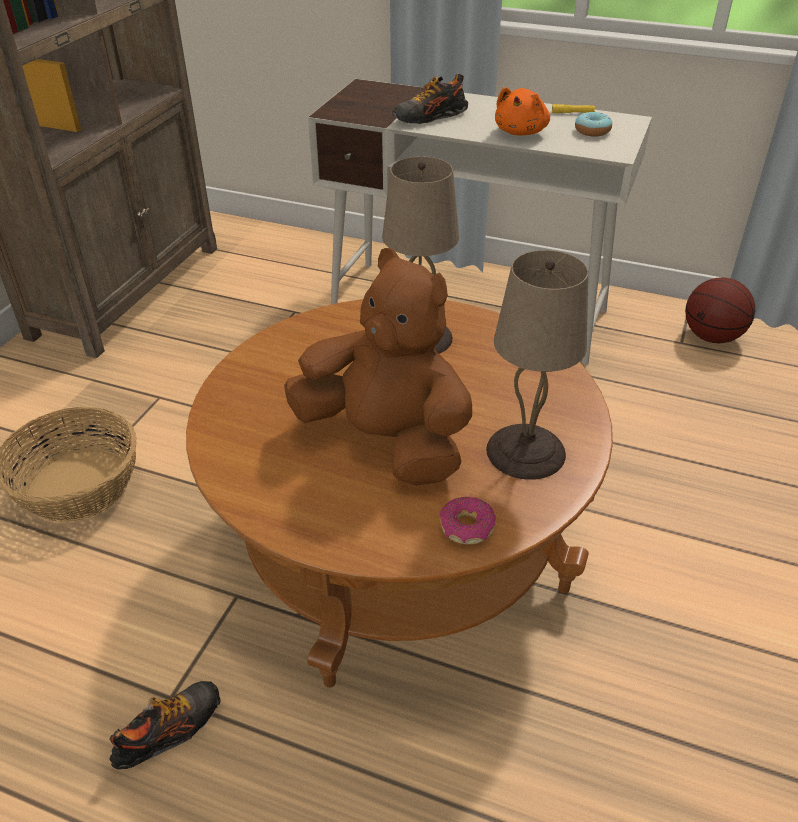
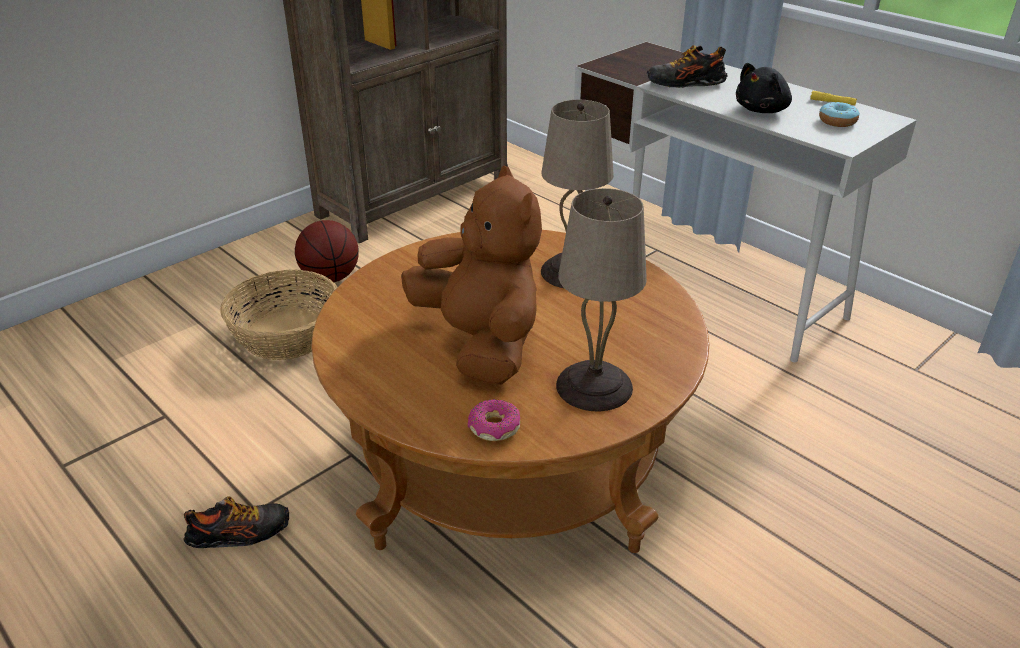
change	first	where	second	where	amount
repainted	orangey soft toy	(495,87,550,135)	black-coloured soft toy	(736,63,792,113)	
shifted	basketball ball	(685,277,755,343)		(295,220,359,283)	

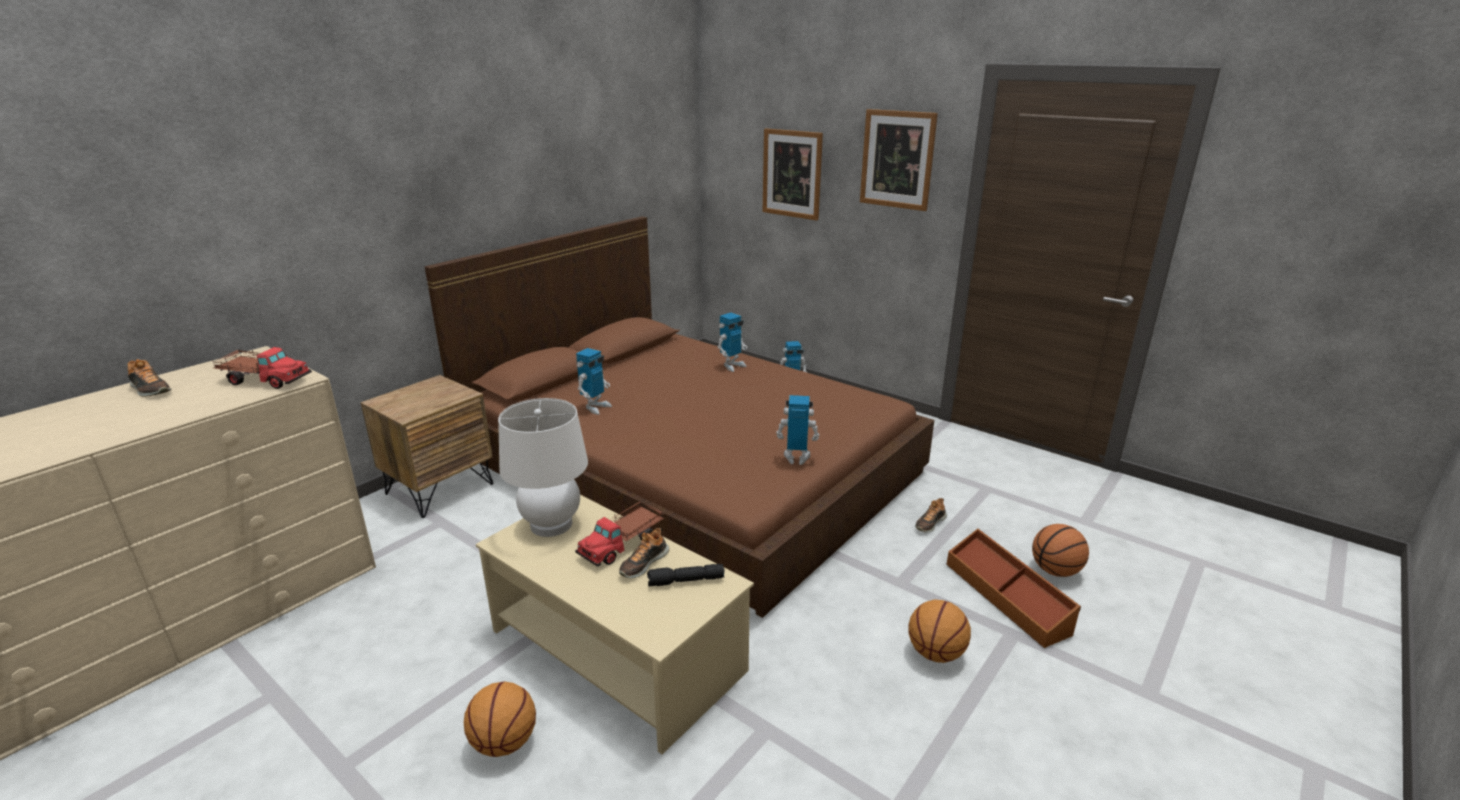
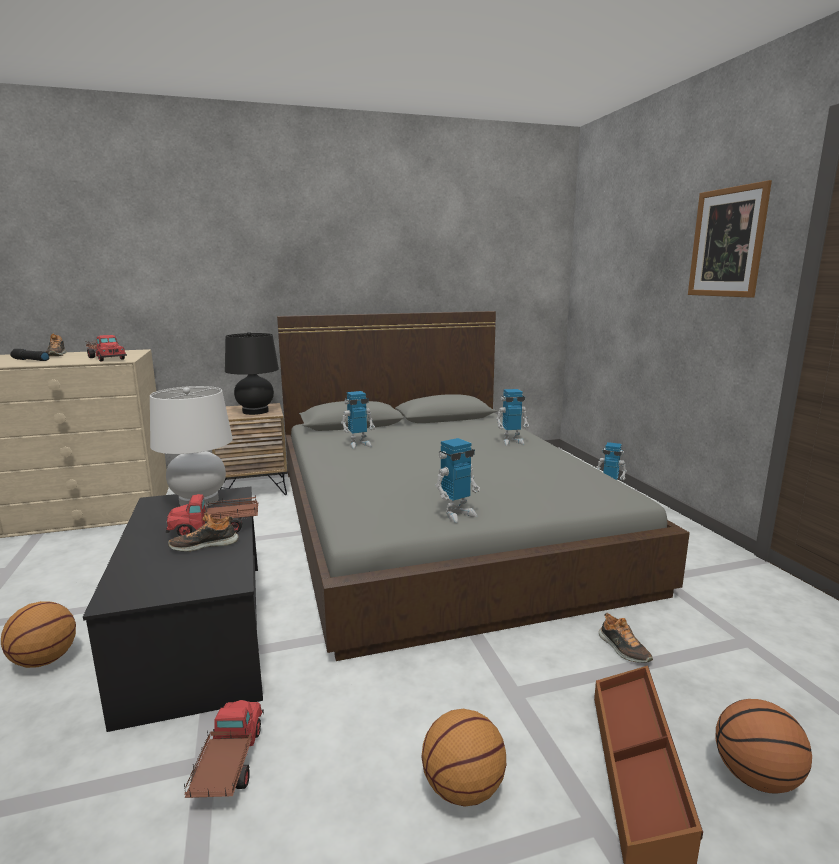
change	first	where	second	where	amount
gone	wall picture	(763,128,823,220)			
repainted	brown-coloured bedroom bed	(425,216,934,618)	grey bedroom bed	(277,311,690,661)	
rotated	model robot	(776,395,820,465)		(435,438,480,523)	105 degrees clockwise
repainted	sand-coloured coffee table	(476,495,754,755)	black-coloured coffee table	(83,487,263,732)	
rotated	shoe	(915,498,947,533)		(599,613,653,663)	105 degrees counterclockwise
shifted	black-coloured flashlight	(647,564,725,586)		(10,349,49,361)	
new			black-coloured table lamp	(225,332,279,415)	
new			toy truck	(184,700,264,798)	

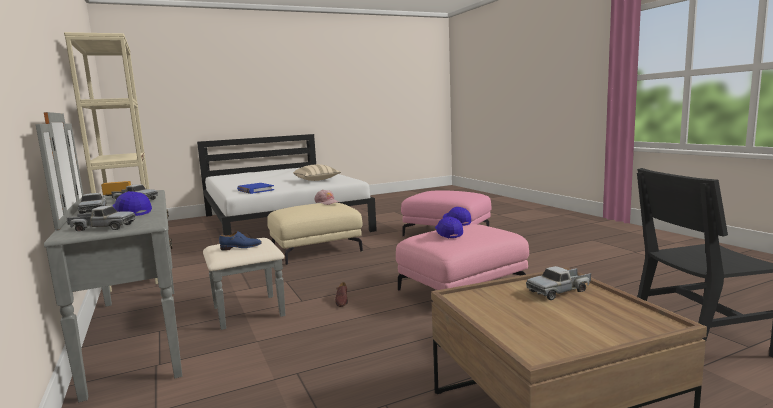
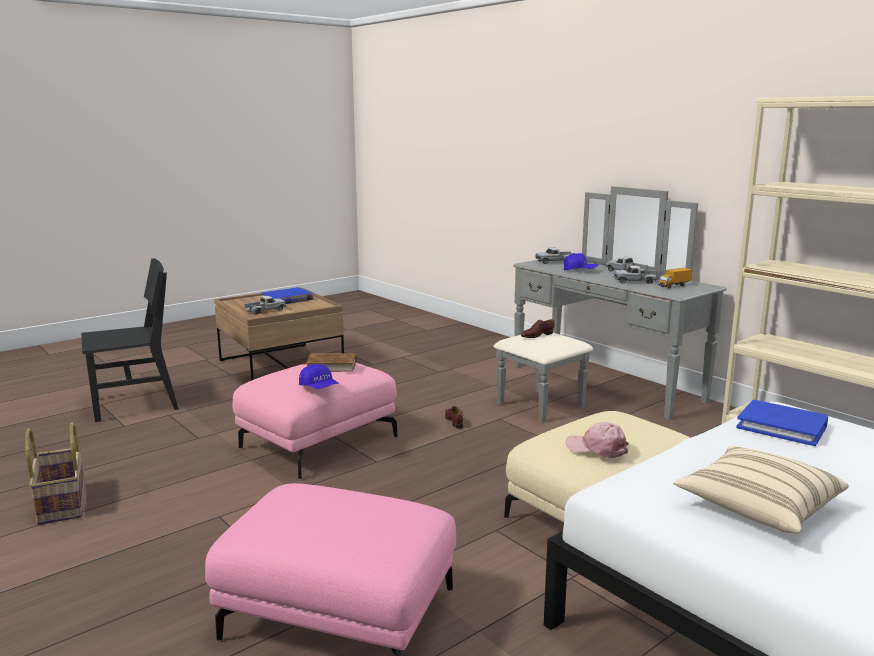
change	first	where	second	where	amount
swapped	bluish baseball cap	(435,217,463,238)	brown-coloured book	(302,354,356,372)	
repainted	bluish shoe	(219,231,262,250)	brown-coloured shoe	(521,319,554,338)	
new			bluish book	(262,287,314,304)	
new			basket	(25,423,85,525)	

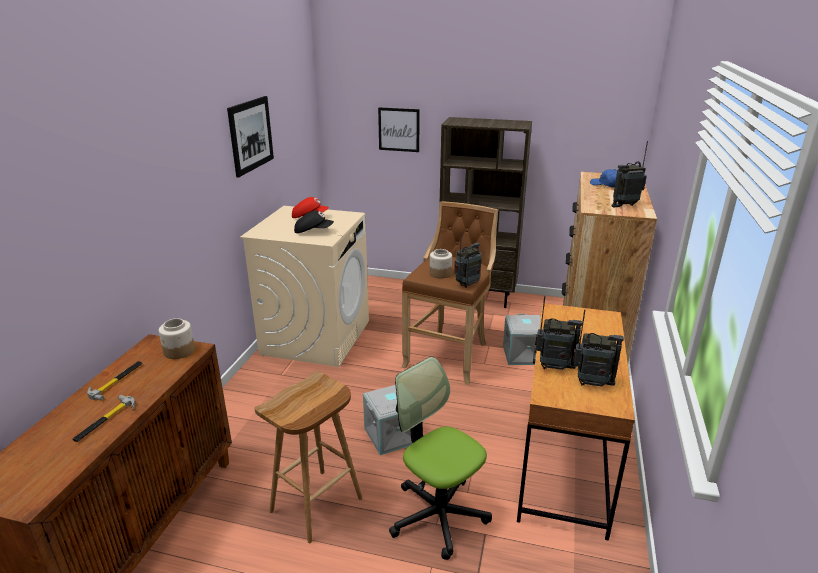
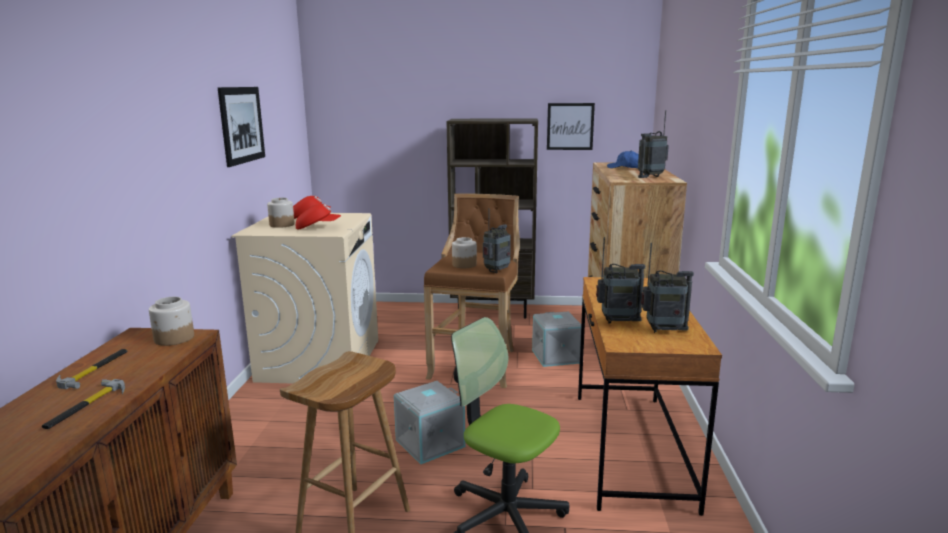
change	first	where	second	where	amount
shifted	wall picture	(378,107,420,152)		(547,103,595,150)	
repainted	black-coloured baseball cap	(294,210,334,233)	reddish baseball cap	(296,204,341,229)	
new			jar	(267,198,295,228)	

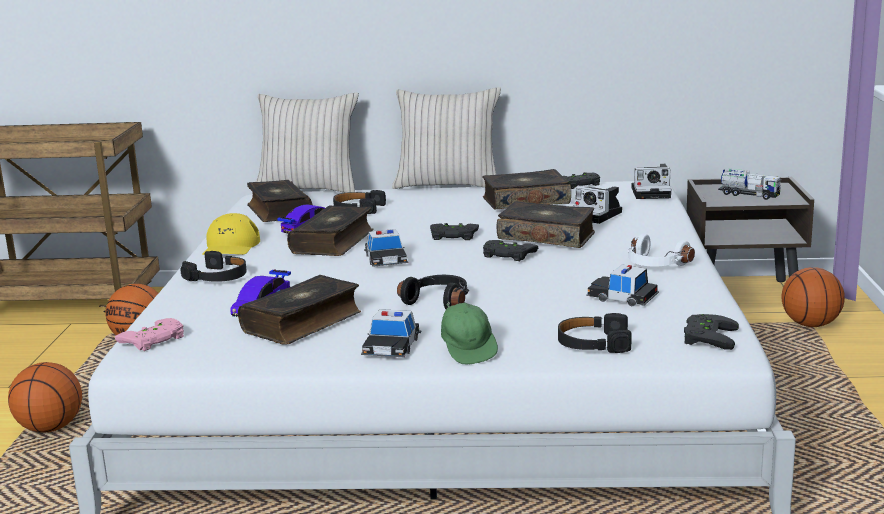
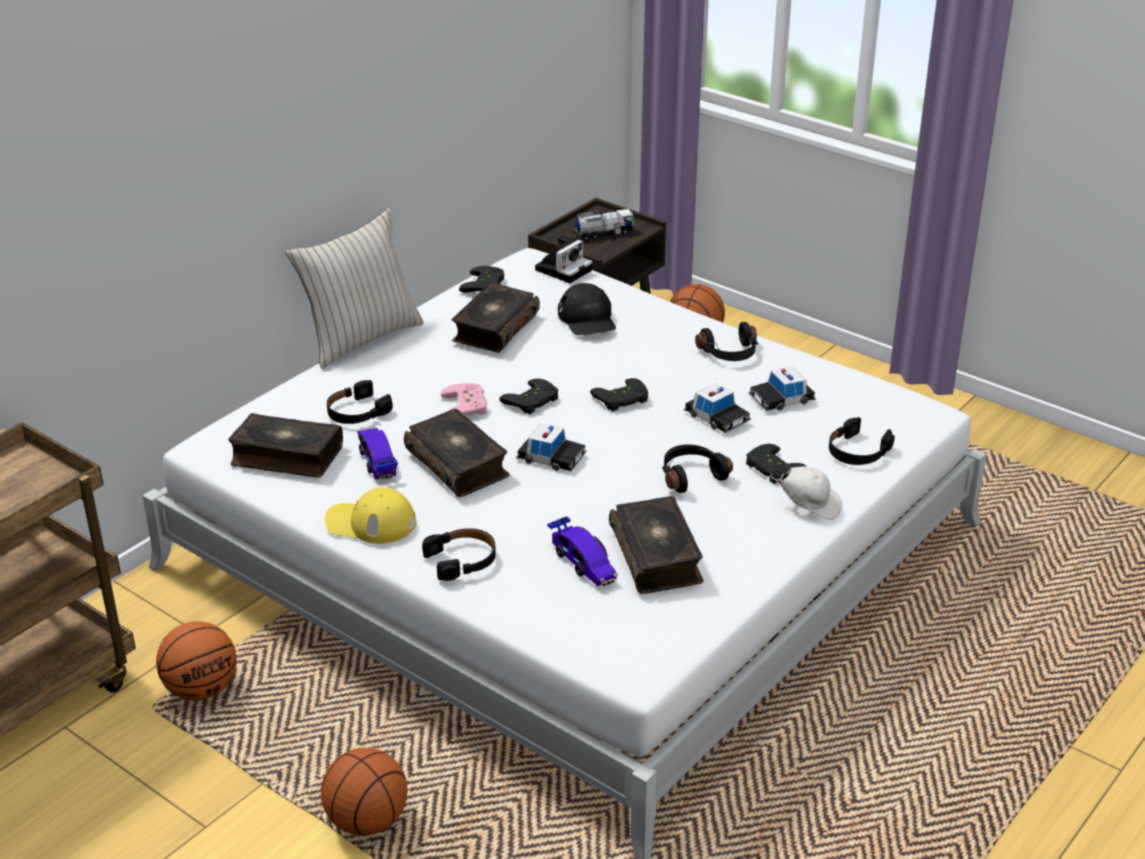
change	first	where	second	where	amount
gone	sand-coloured pillow	(256,92,359,193)			
swapped	still camera	(573,186,622,224)	black-coloured baseball cap	(558,283,616,335)	
gone	book	(496,201,595,248)			
rotated	yellowish baseball cap	(203,213,260,255)		(325,487,416,544)	150 degrees clockwise
repainted	white pair of headphones	(627,234,695,267)	black-coloured pair of headphones	(695,322,758,361)	
repainted	green baseball cap	(441,302,498,365)	white baseball cap	(769,466,842,520)	
shifted	toy car	(361,309,421,357)		(684,383,751,433)	
shifted	black-coloured gamepad	(684,314,739,350)		(746,444,806,484)	
shifted	pinkish gamepad	(115,318,184,351)		(441,383,487,416)	

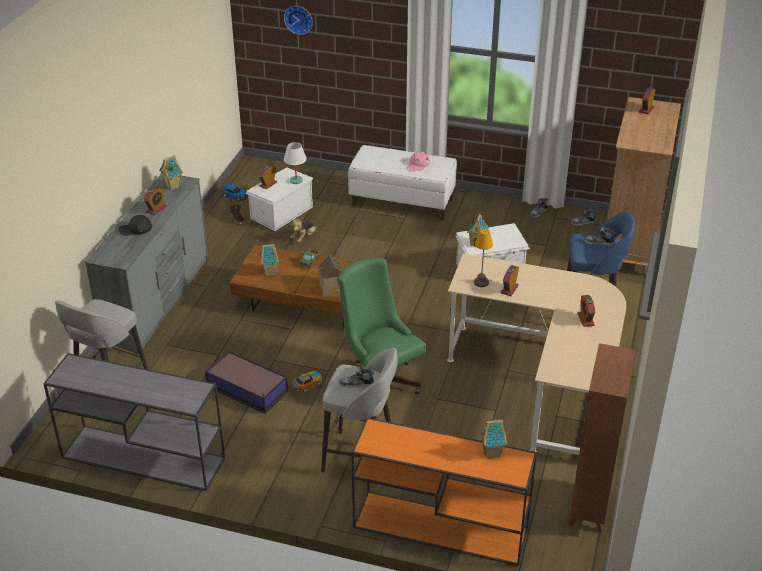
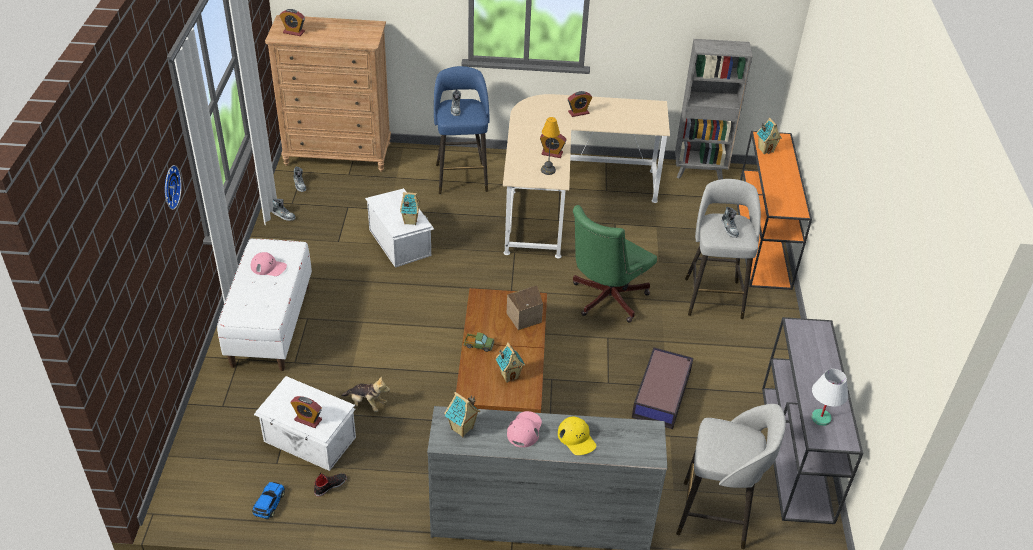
change	first	where	second	where	amount
shifted	clock on the wall	(284,6,313,35)		(165,165,182,210)	
shifted	white table lamp	(284,142,307,184)		(811,369,848,426)	
swapped	table clock	(144,187,166,215)	pinkish baseball cap	(507,411,542,448)	
repainted	black-coloured baseball cap	(118,215,152,236)	yellowish baseball cap	(558,417,596,455)	
repainted	brown-coloured bookcase	(567,343,635,533)	grey bookcase	(675,39,753,180)	
gone	toy car	(292,371,322,393)			

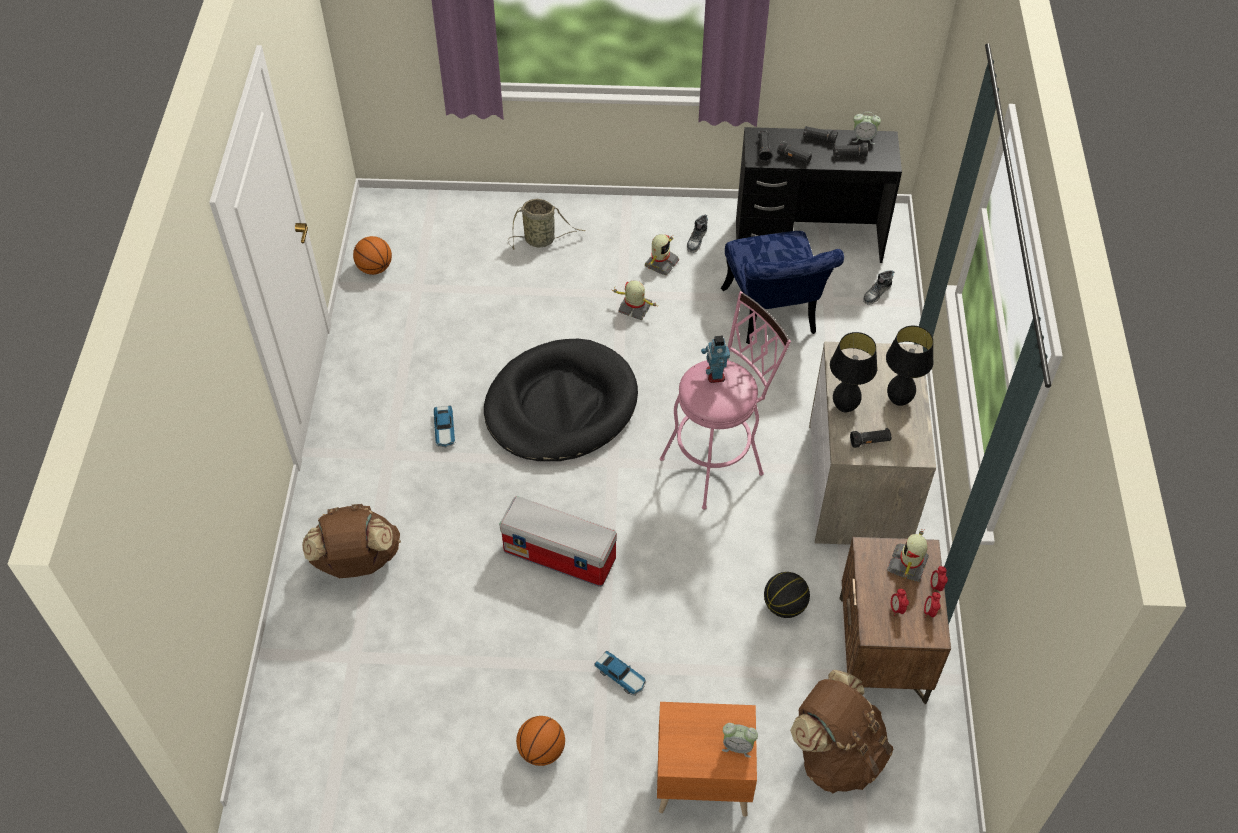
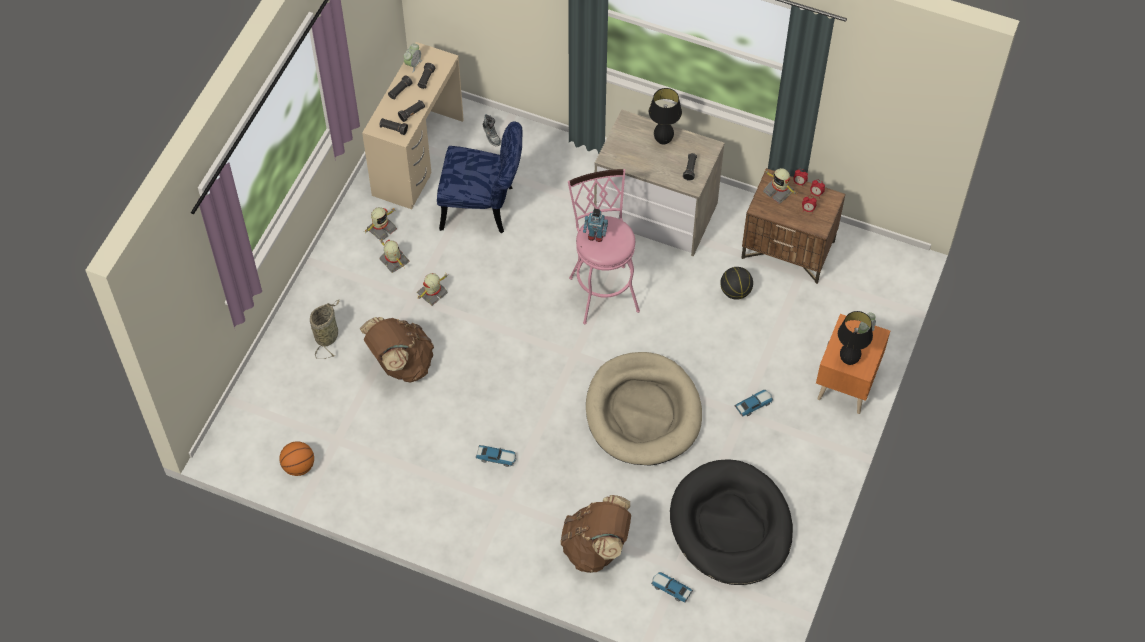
change	first	where	second	where	amount
repainted	black-coloured desk table	(736,127,902,263)	sand-coloured desk table	(362,42,464,209)	
swapped	shoe	(687,215,708,253)	model robot	(363,207,397,241)	
shifted	black-coloured table lamp	(830,332,877,412)		(838,311,873,365)	
shifted	black-coloured dog bed	(484,339,638,461)		(670,459,793,585)	
swapped	storage container	(499,496,617,587)	sand-coloured dog bed	(586,352,702,466)	
shifted	brown-coloured backpack	(790,670,894,794)		(360,317,434,383)	
gone	basketball ball	(516,716,565,766)			
new			toy car	(651,572,693,603)	

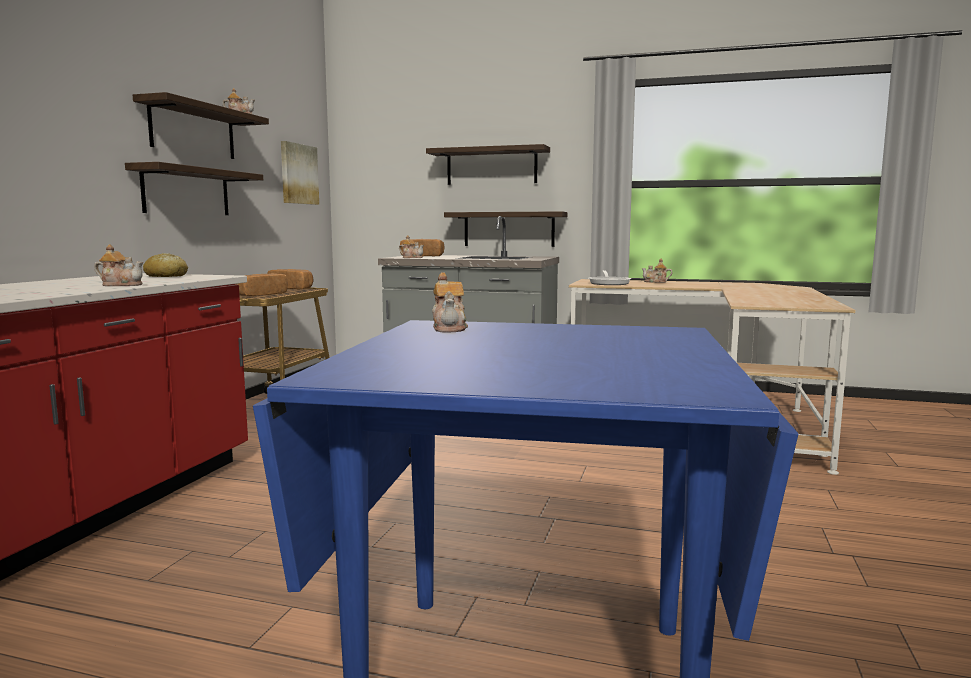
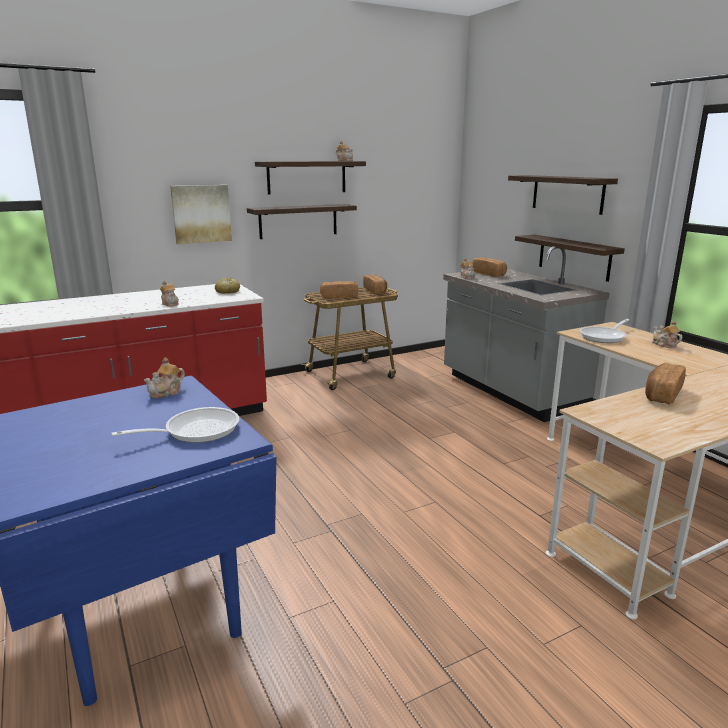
change	first	where	second	where	amount
shifted	wall picture	(281,141,319,205)		(170,185,232,244)	
new			bread	(645,363,686,405)	
new			pan	(111,407,239,443)	

